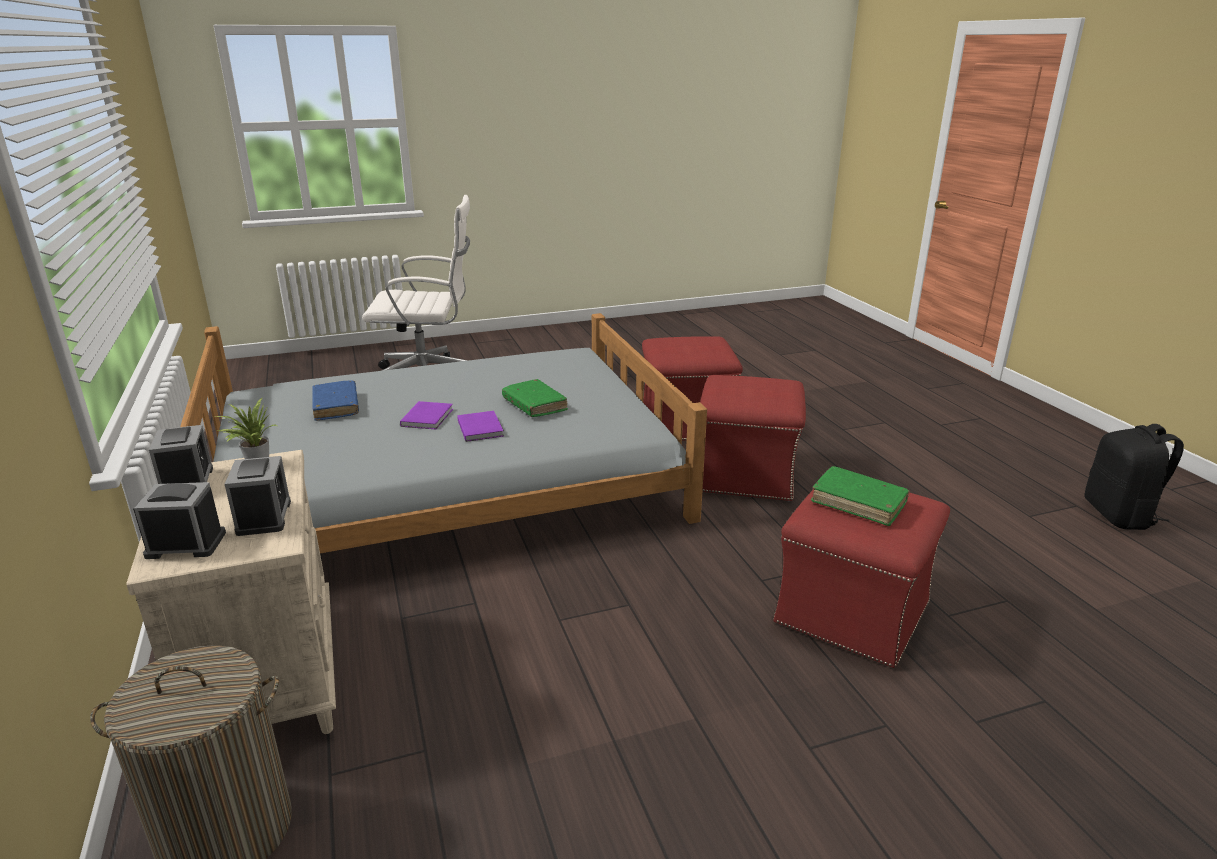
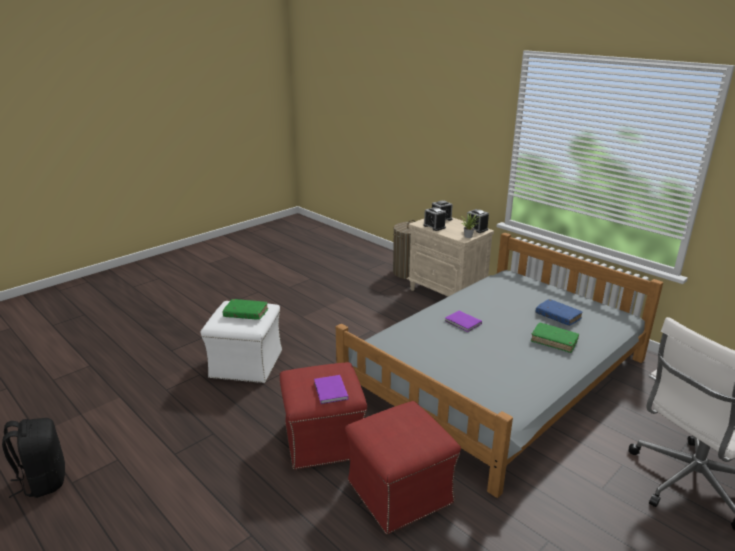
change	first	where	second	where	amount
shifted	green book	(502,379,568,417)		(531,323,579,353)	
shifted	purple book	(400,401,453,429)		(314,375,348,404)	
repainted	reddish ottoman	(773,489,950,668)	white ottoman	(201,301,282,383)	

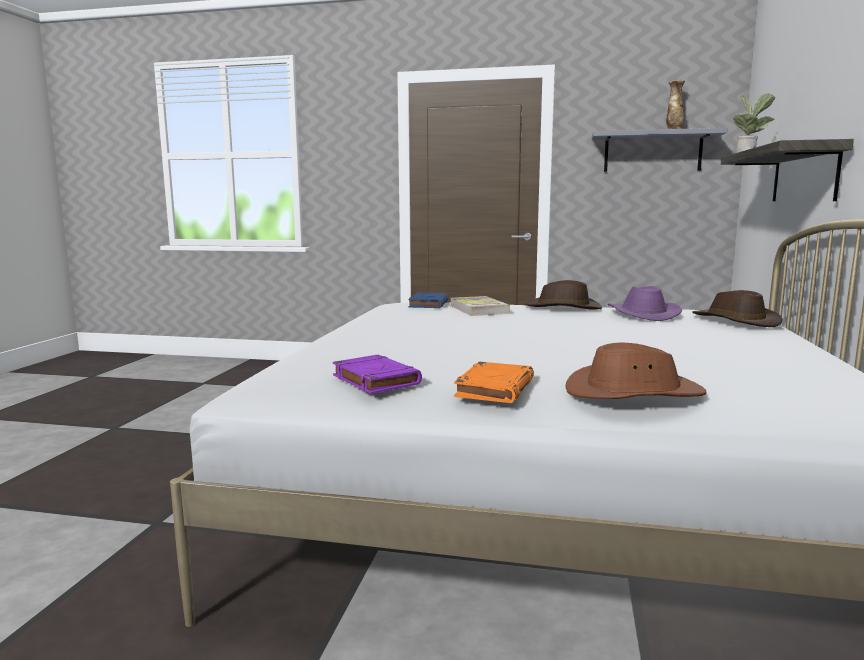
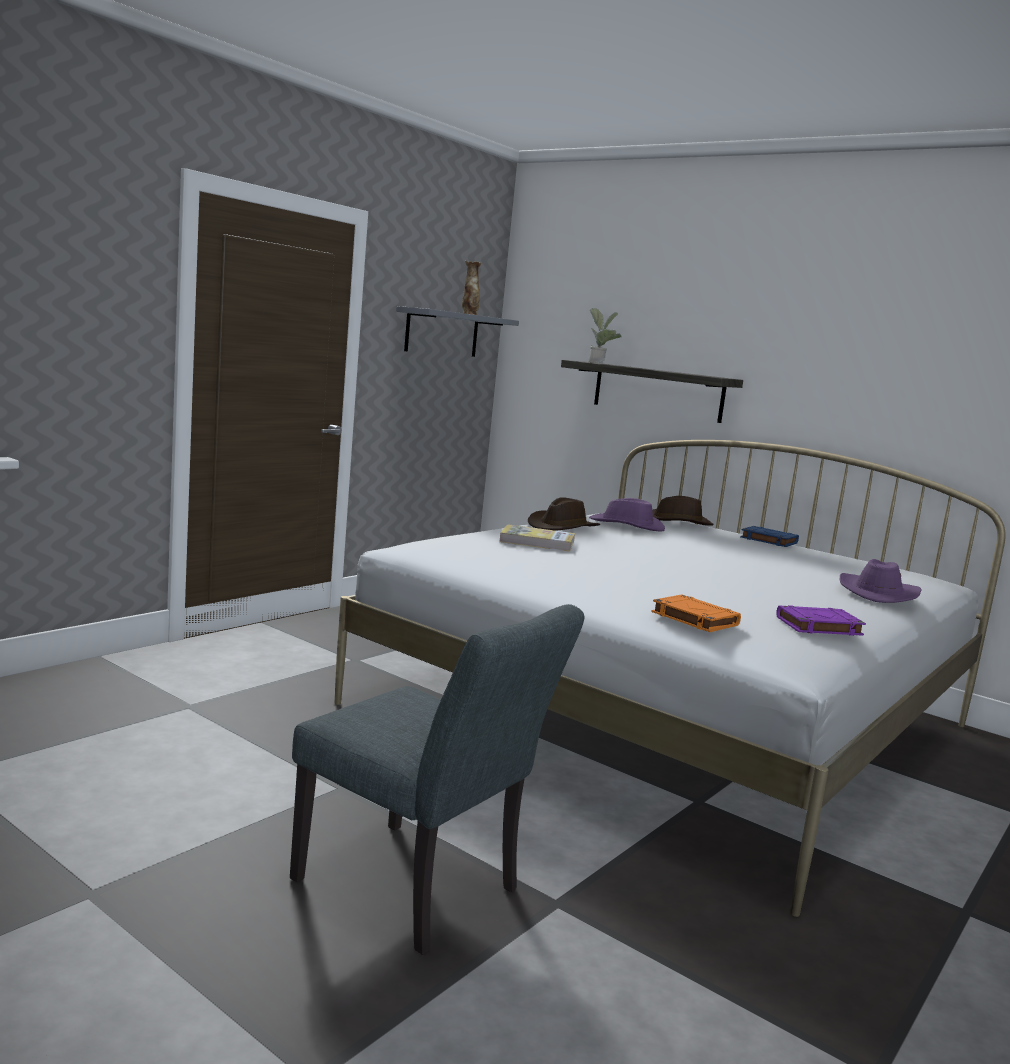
change	first	where	second	where	amount
shifted	bluish book	(408,293,449,308)		(740,526,799,547)	
repainted	brown-coloured hat	(565,342,707,399)	purple hat	(840,559,922,603)	
shifted	orangey book	(454,362,534,403)		(652,595,741,632)	
new			grey chair	(290,604,584,955)	

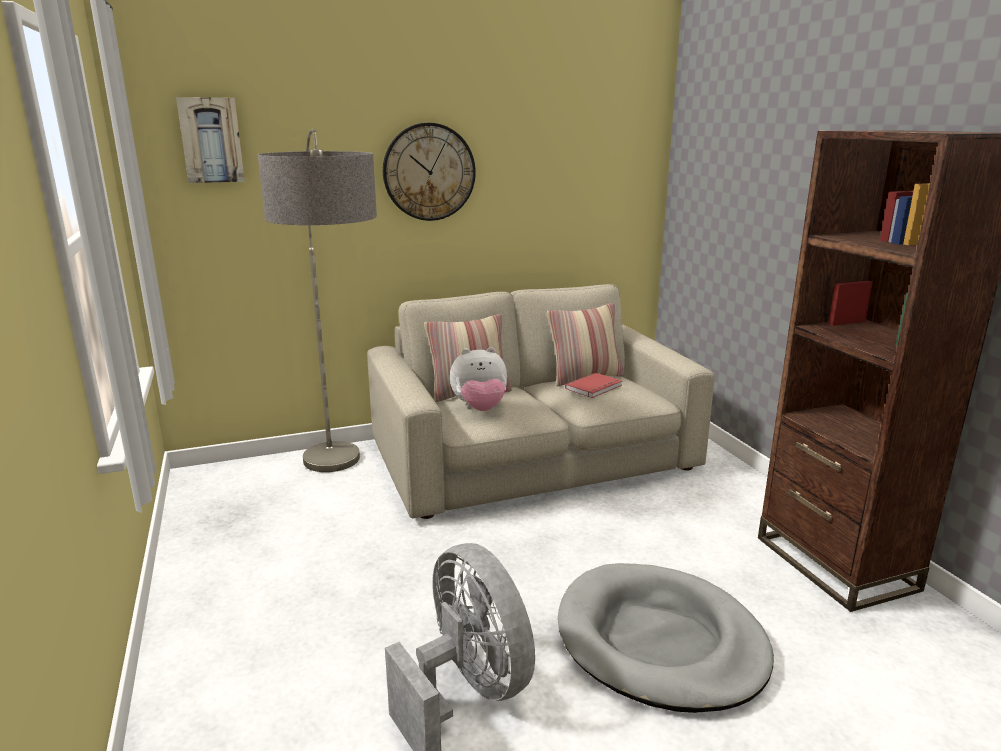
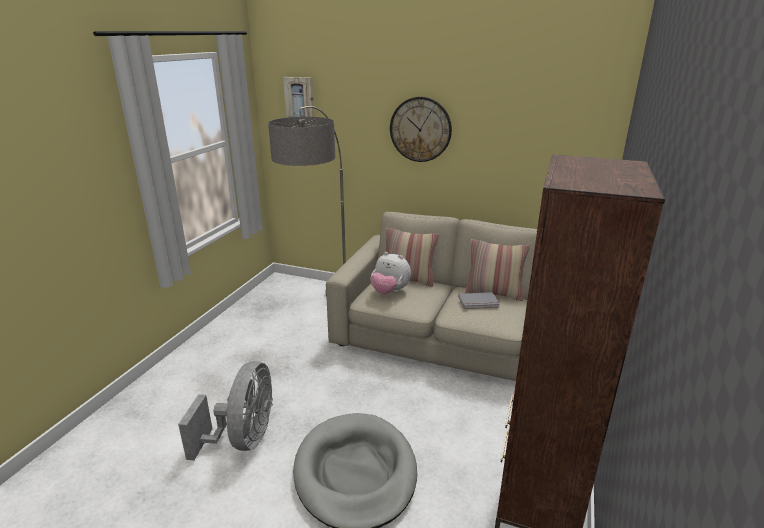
change	first	where	second	where	amount
repainted	reddish book	(565,373,622,398)	grey book	(458,292,500,309)	

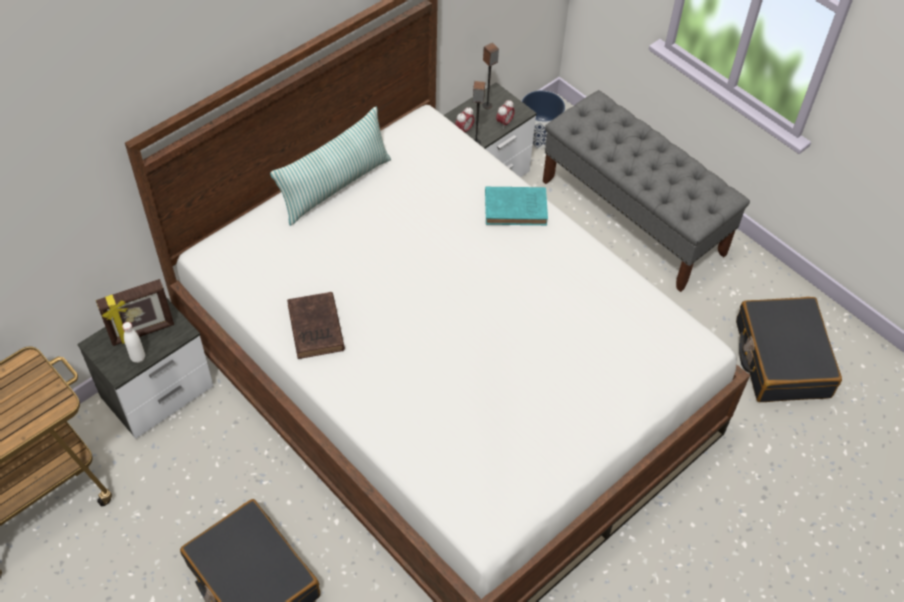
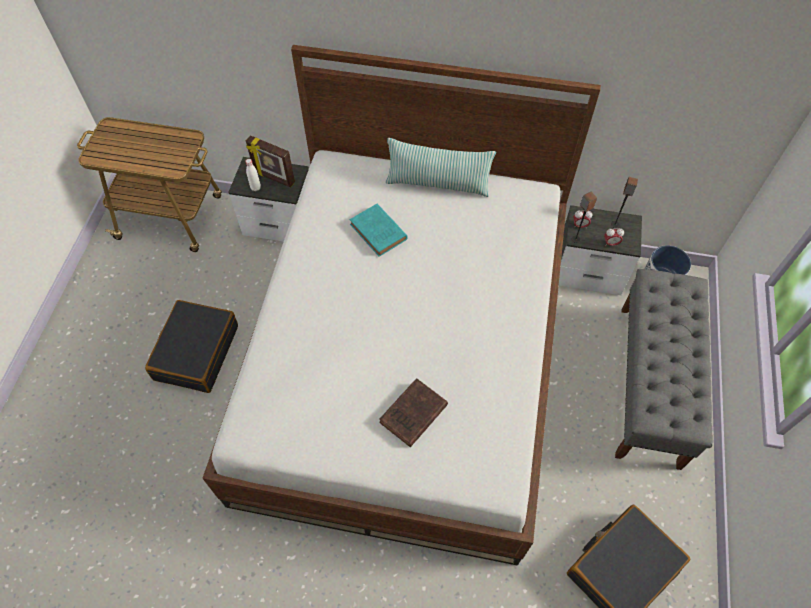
change	first	where	second	where	amount
shifted	blue-green book	(485,187,548,225)		(350,204,408,257)	
shifted	brown-coloured book	(287,292,345,359)		(379,378,448,447)	

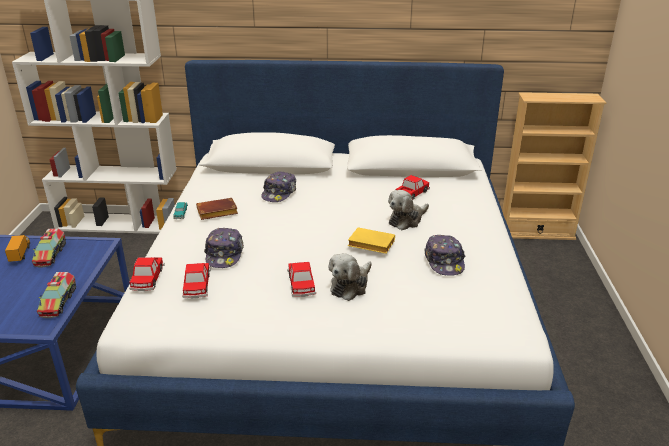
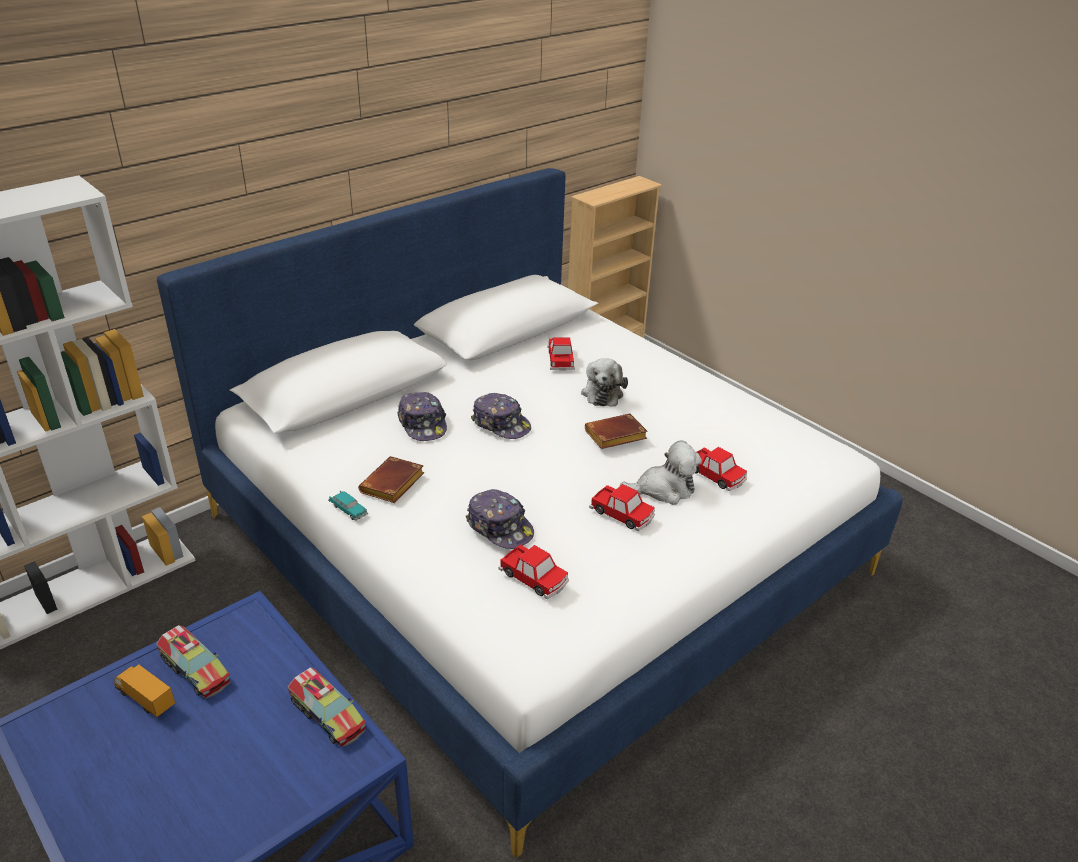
change	first	where	second	where	amount
repainted	yellowish book	(348,227,395,254)	brown-coloured book	(585,413,648,449)	
shifted	baseball cap	(425,235,465,276)		(471,393,531,439)	
rotated	soft toy	(328,253,372,301)		(620,441,702,505)	90 degrees counterclockwise
shifted	toy car	(129,257,165,291)		(695,447,747,491)	

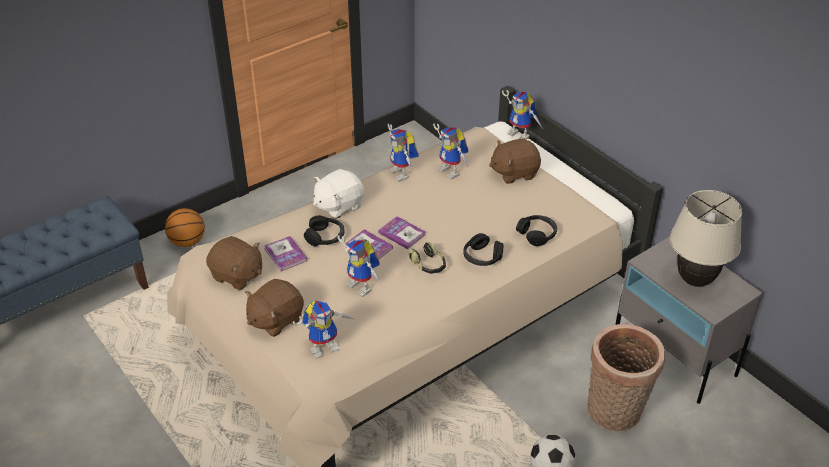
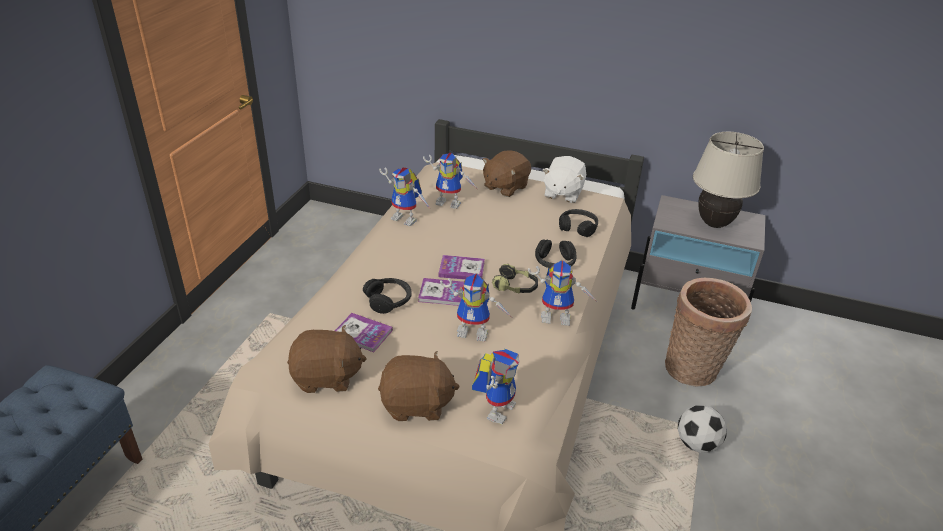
change	first	where	second	where	amount
shifted	model robot	(502,90,543,140)		(528,260,596,326)	
shifted	white soft toy	(314,169,364,219)		(543,156,586,203)	
gone	basketball ball	(165,208,205,247)			
rotated	brown-coloured soft toy	(245,279,304,337)		(378,351,460,421)	105 degrees counterclockwise

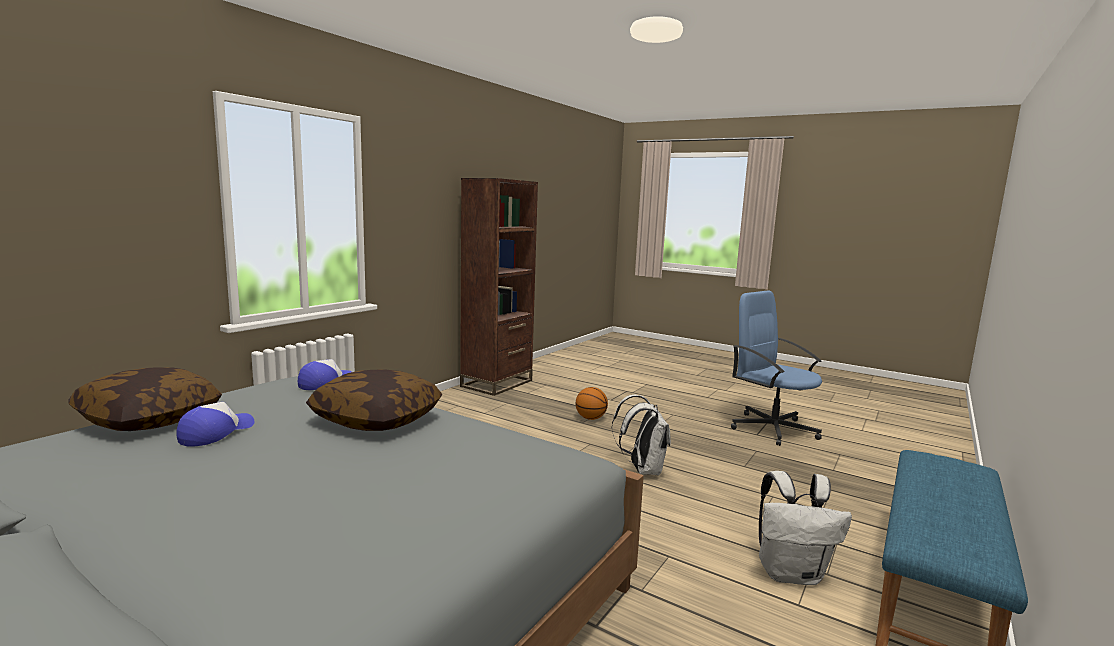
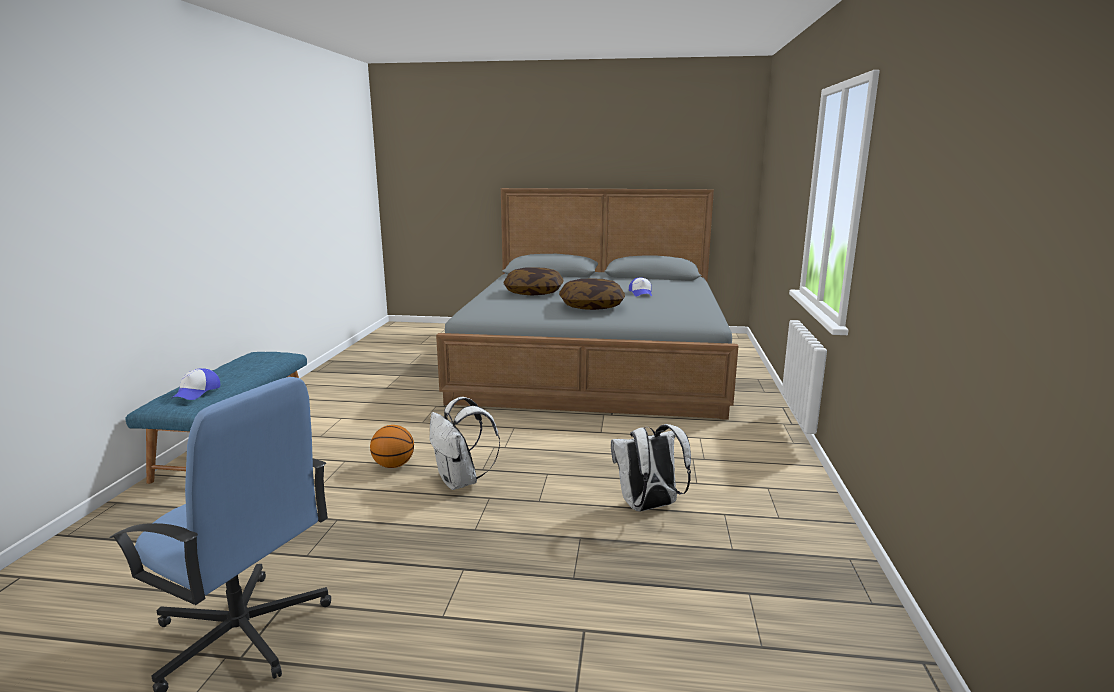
change	first	where	second	where	amount
gone	brown-coloured bookcase	(460,178,538,396)			
shifted	baseball cap	(298,359,352,390)		(171,368,220,400)	
shifted	pillow	(68,367,222,431)		(504,267,564,295)	
shifted	basketball ball	(576,387,608,420)		(370,425,414,468)	
shifted	white backpack	(759,471,852,585)		(611,424,691,512)	

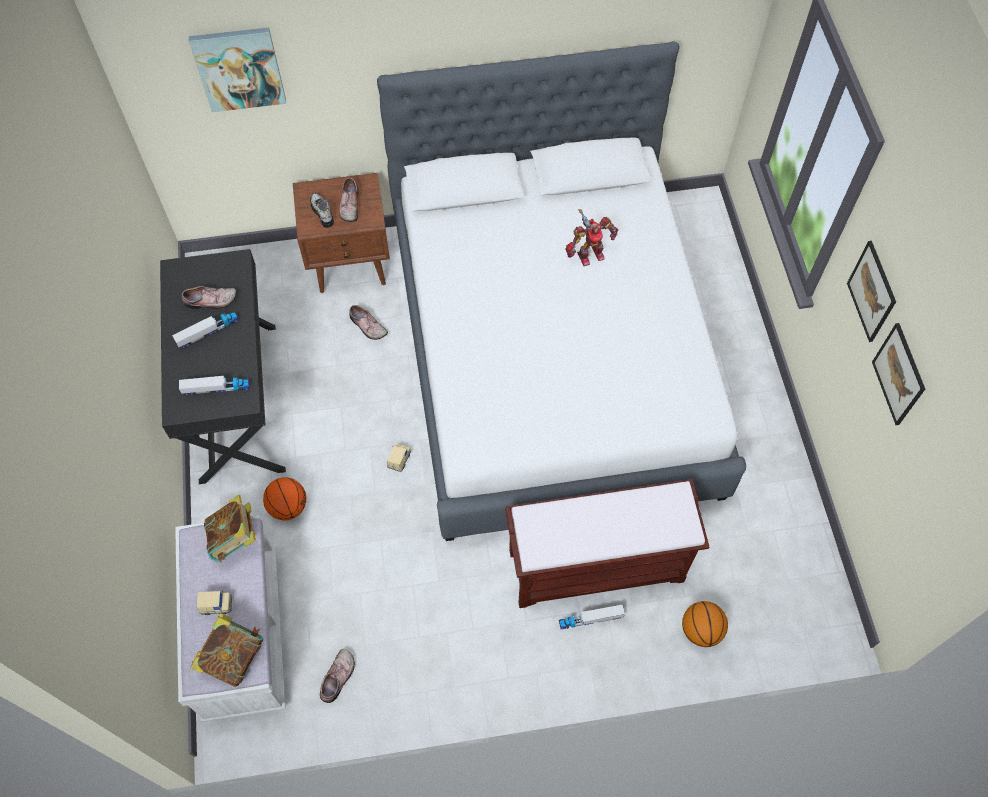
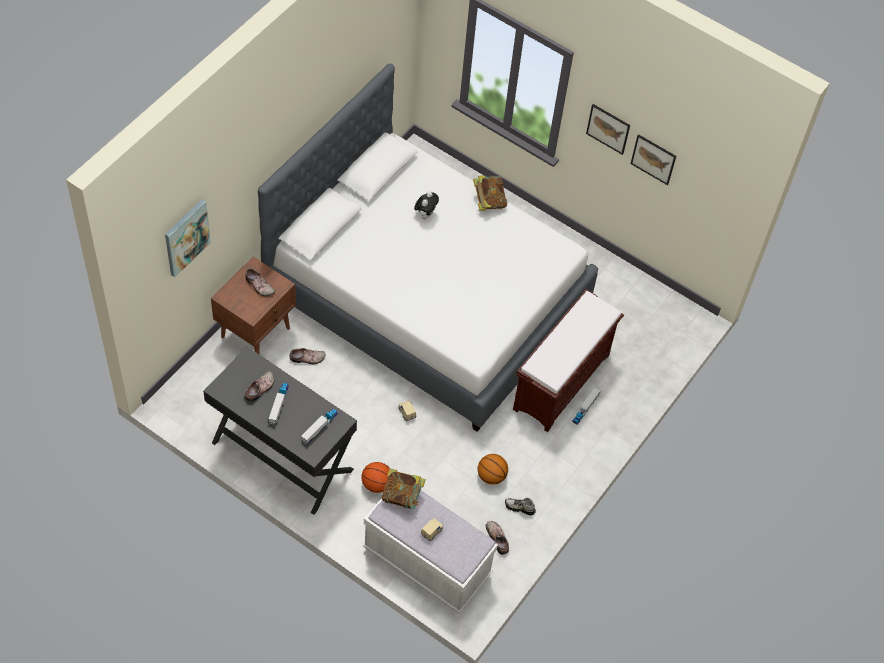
change	first	where	second	where	amount
shifted	shoe	(310,193,334,228)		(505,498,536,515)	
swapped	model robot	(565,209,618,266)	soft toy	(414,192,439,219)	
shifted	basketball ball	(682,601,728,647)		(478,454,508,485)	
shifted	book	(190,613,263,687)		(473,175,507,211)	

